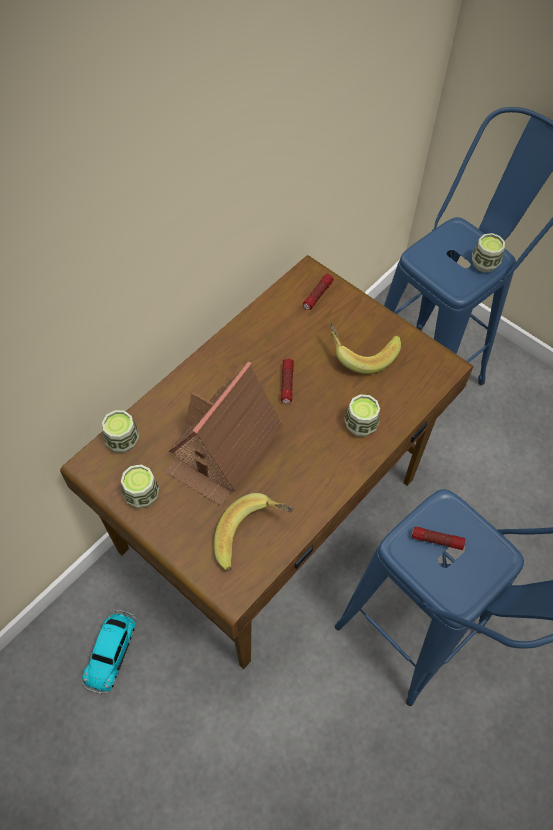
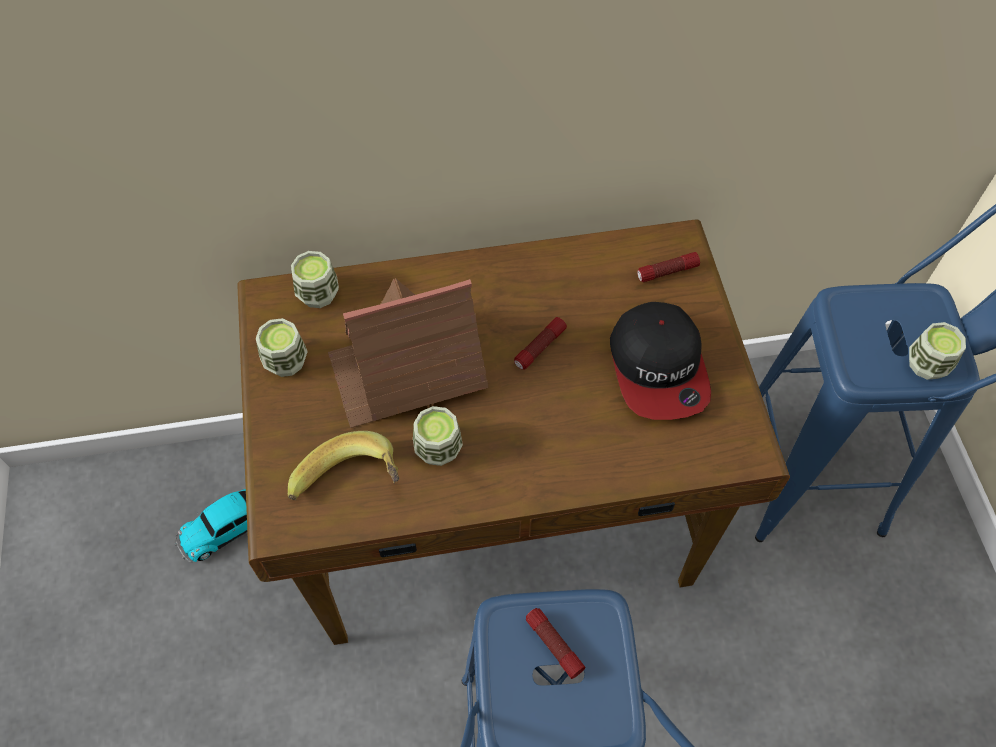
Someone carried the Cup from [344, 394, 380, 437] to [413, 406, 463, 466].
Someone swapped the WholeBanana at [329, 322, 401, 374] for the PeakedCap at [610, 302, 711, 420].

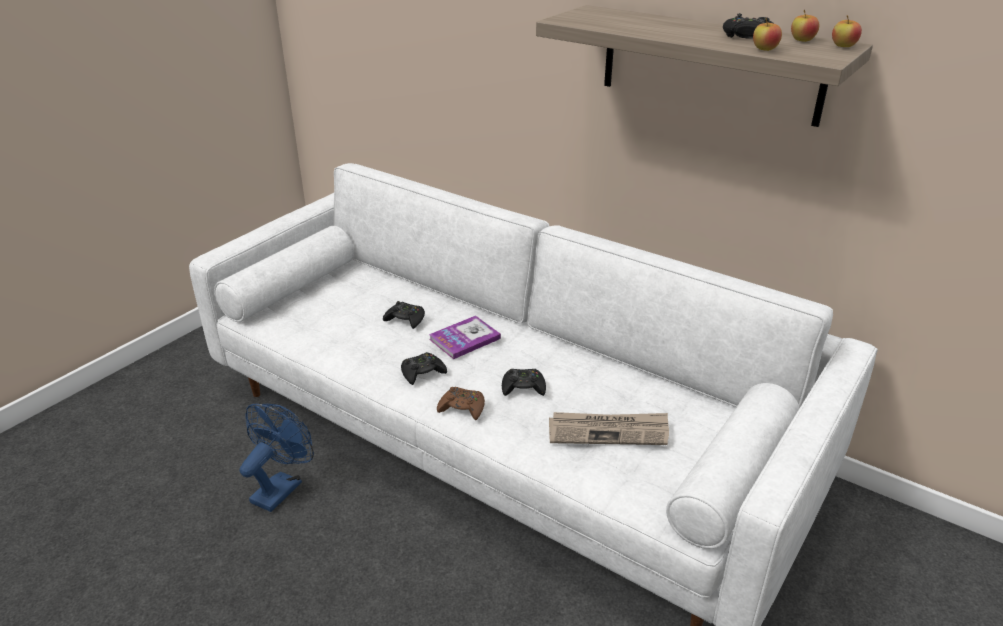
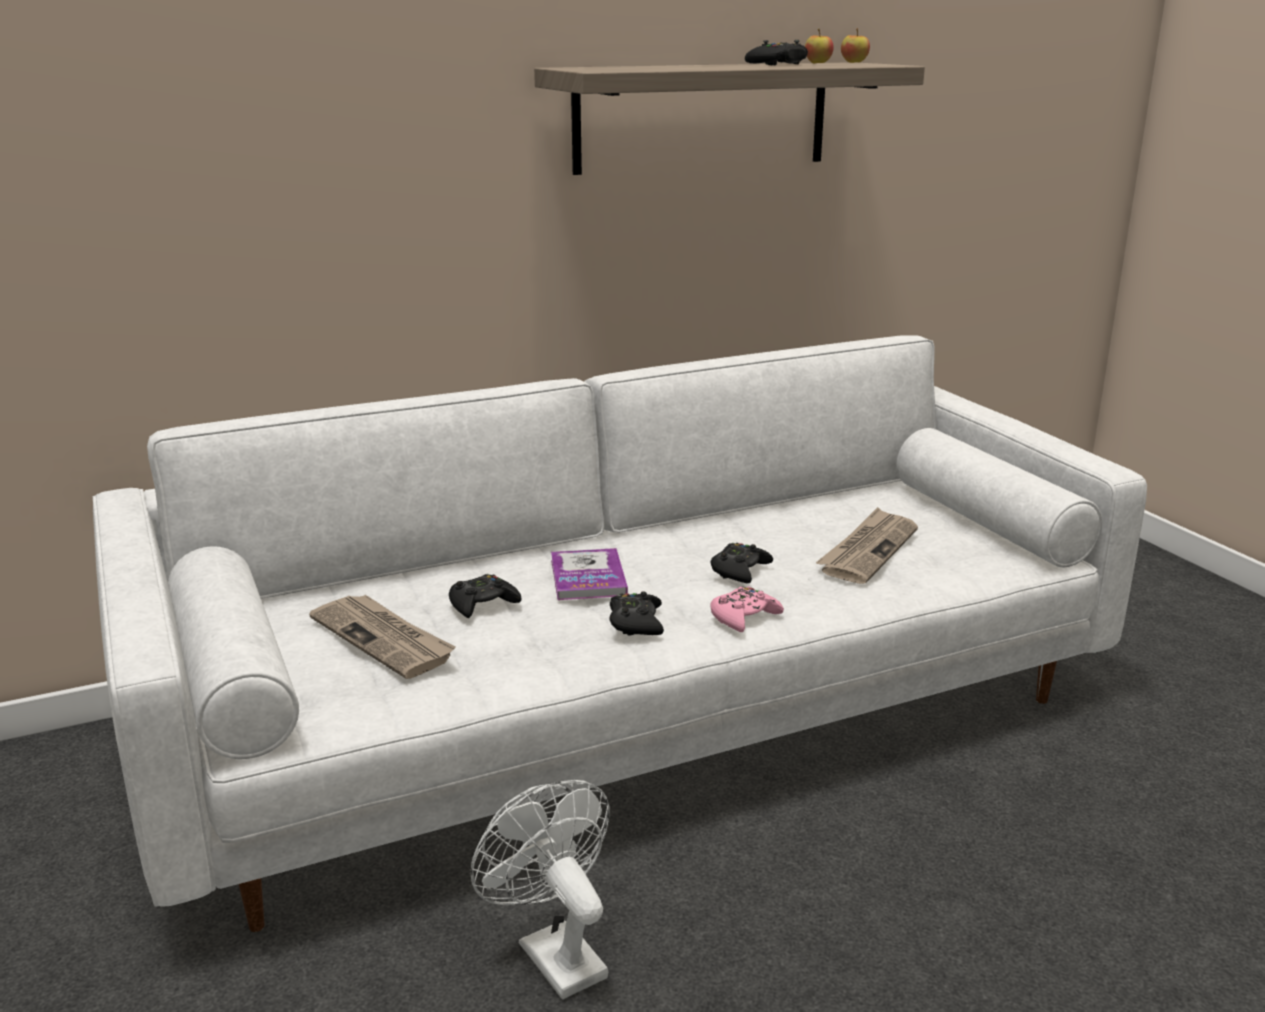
Someone took away the Apple at [753, 17, 782, 51].
Someone put down the PrintedPaper at [309, 595, 456, 679].
Someone repainted the BlueElectricFan at [240, 404, 314, 512], which became the WhitishElectricFan at [470, 780, 610, 999].
Someone repainted the BrownGamepad at [437, 387, 485, 420], which became the PinkishGamepad at [710, 586, 784, 632].

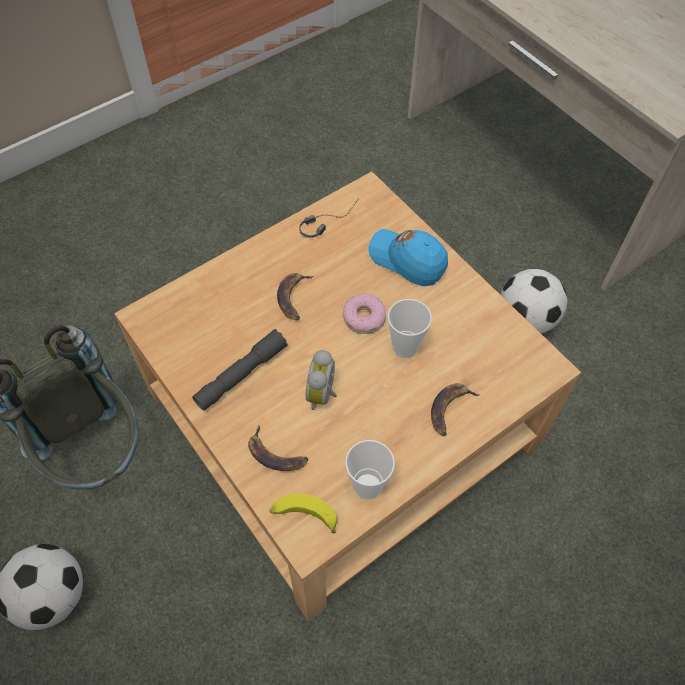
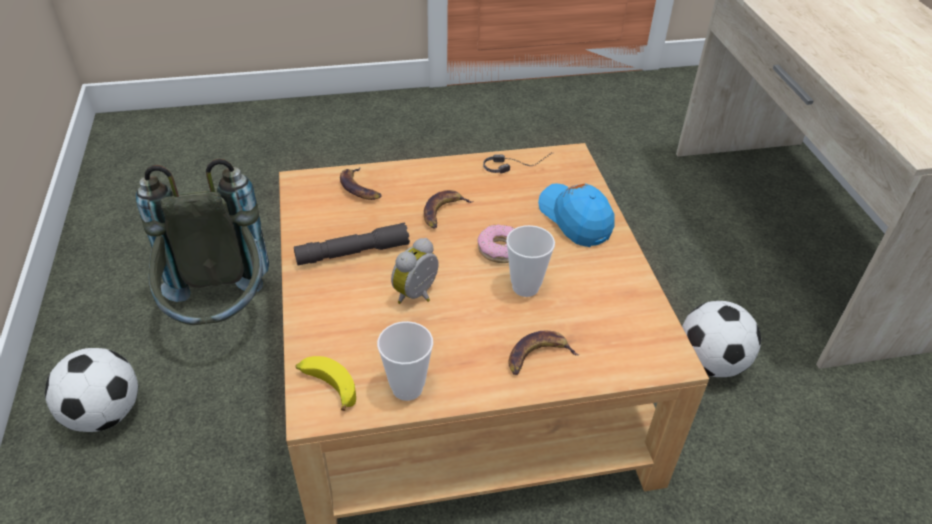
Someone carried the WholeBanana from [248, 425, 308, 471] to [340, 168, 382, 200].

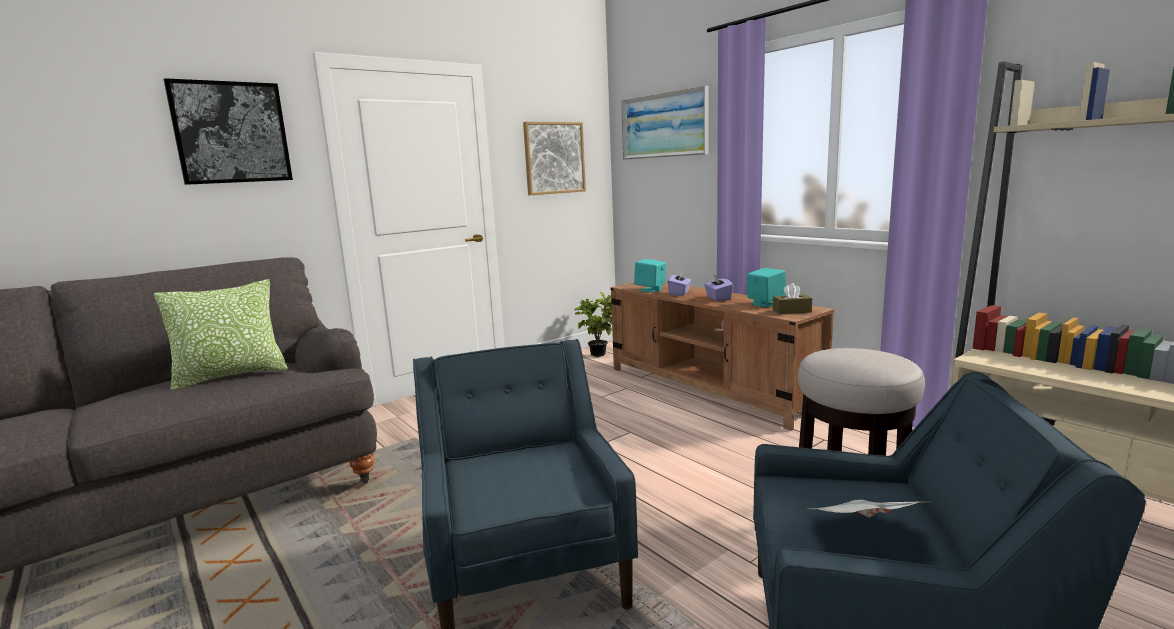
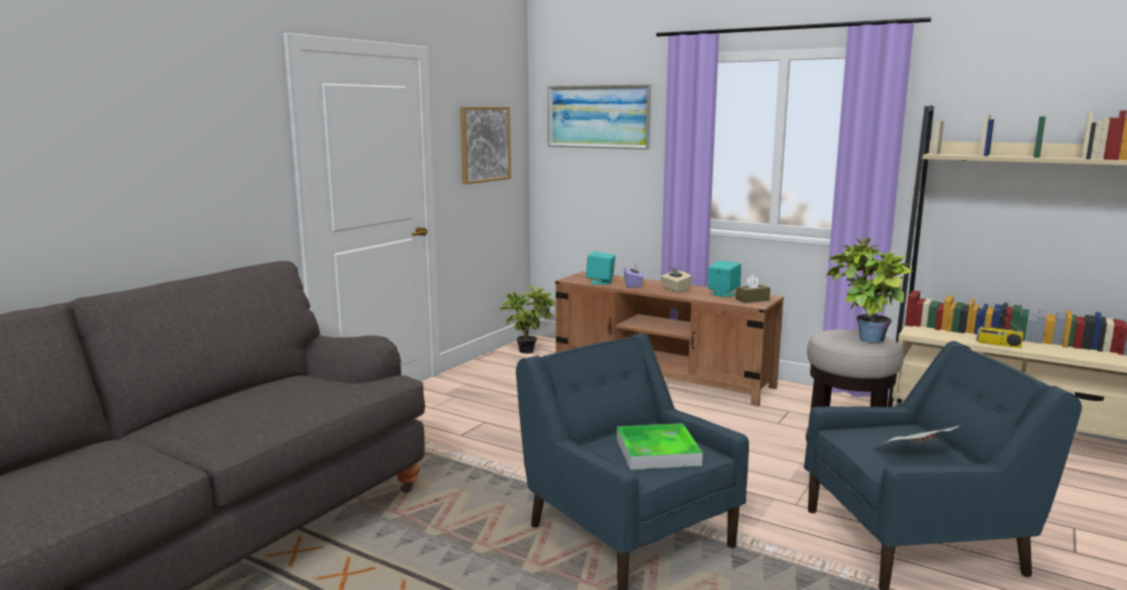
Someone took away the Pillow at [154, 279, 288, 390].
Someone took away the WallArt at [164, 78, 293, 185].
Someone put down the CarryingTray at [616, 423, 703, 470].
Someone put down the PottedPlant at [826, 238, 914, 343].
Someone put down the RadioSet at [976, 307, 1023, 348].
Someone repainted the PurpleColouredTissueBox at [704, 275, 733, 301], which became the SandColouredTissueBox at [660, 266, 692, 292].

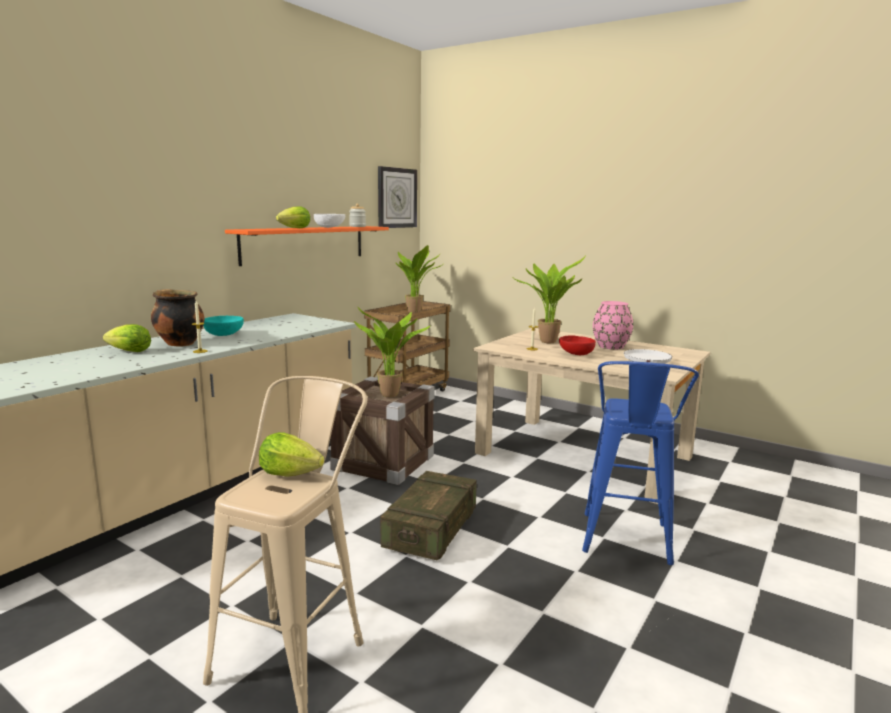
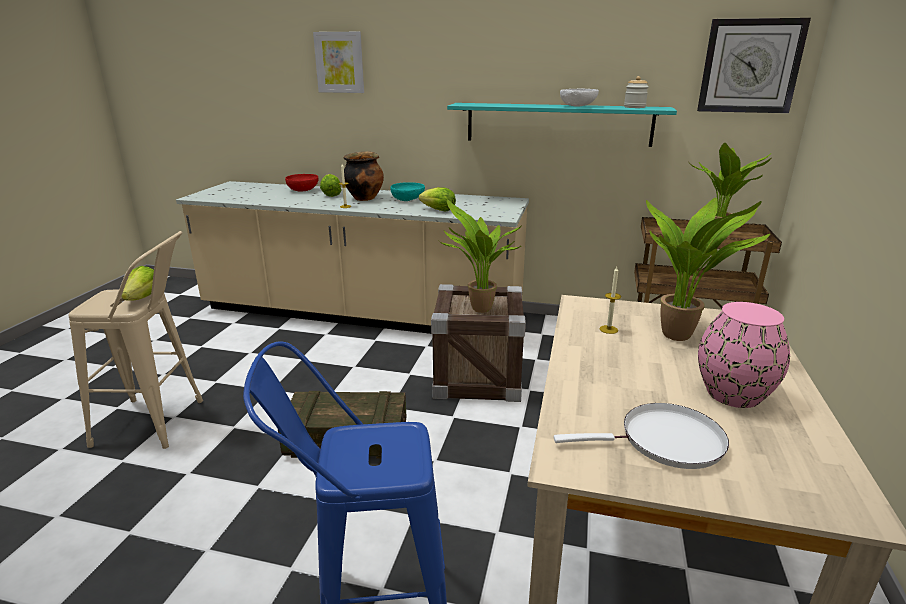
Someone put up the WallArt at [313, 32, 364, 93].
Someone carried the HeadOfLettuce from [276, 206, 310, 228] to [419, 187, 456, 211].
Someone carried the ReddishBowl from [559, 335, 596, 355] to [285, 174, 318, 192].
Someone repainted the OrangeShelf at [225, 226, 389, 266], which became the BlueGreenShelf at [447, 103, 677, 147].

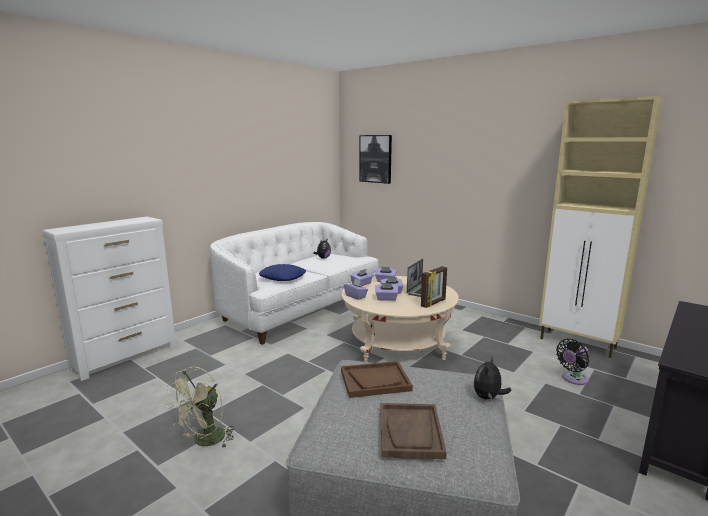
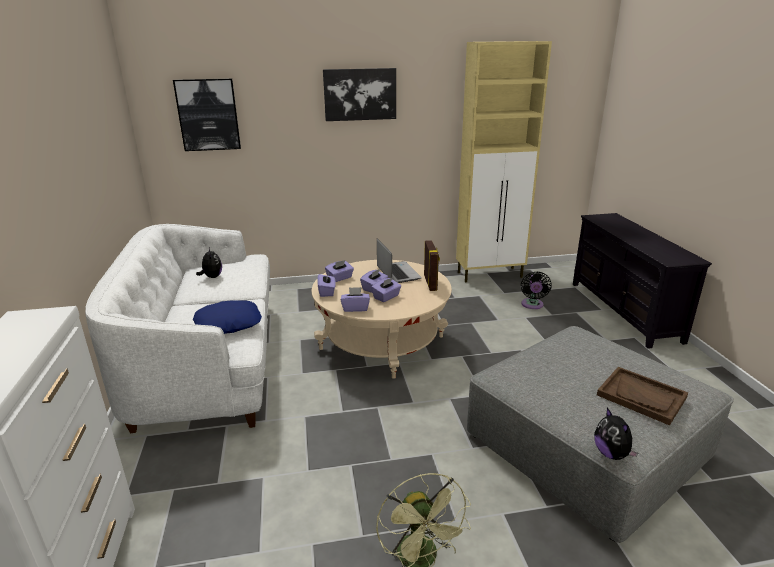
Someone took away the BrownCarryingTray at [341, 361, 413, 398].
Someone put up the WallArt at [323, 68, 396, 121].
Someone carried the SoftToy from [473, 356, 511, 400] to [594, 408, 638, 460].

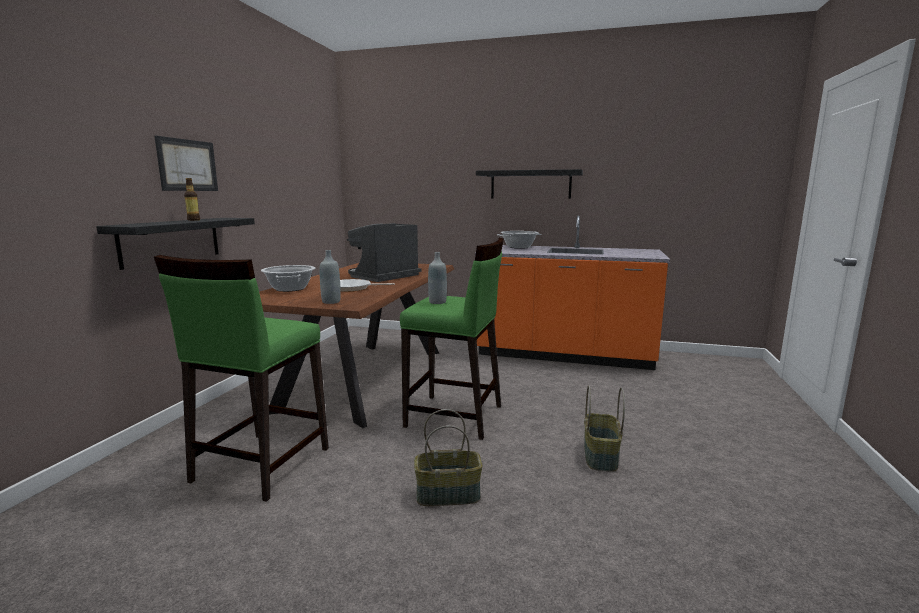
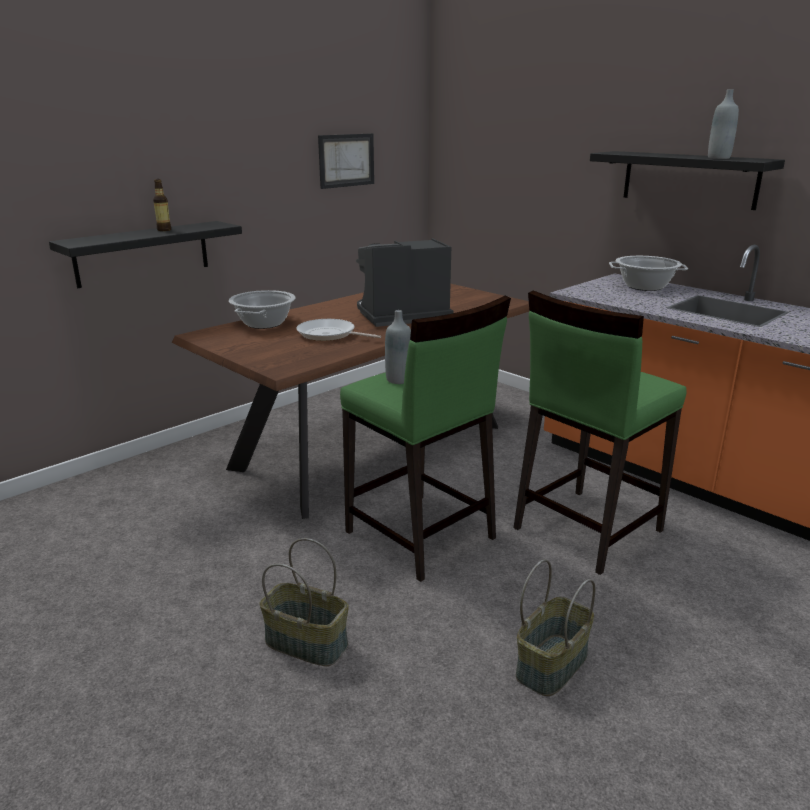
Someone carried the GreenishStool from [154, 255, 329, 502] to [514, 290, 686, 575].
Someone carried the WallArt from [155, 136, 218, 191] to [318, 133, 374, 189].
Someone carried the GreyBeverageBottle from [320, 250, 341, 304] to [708, 90, 739, 159].

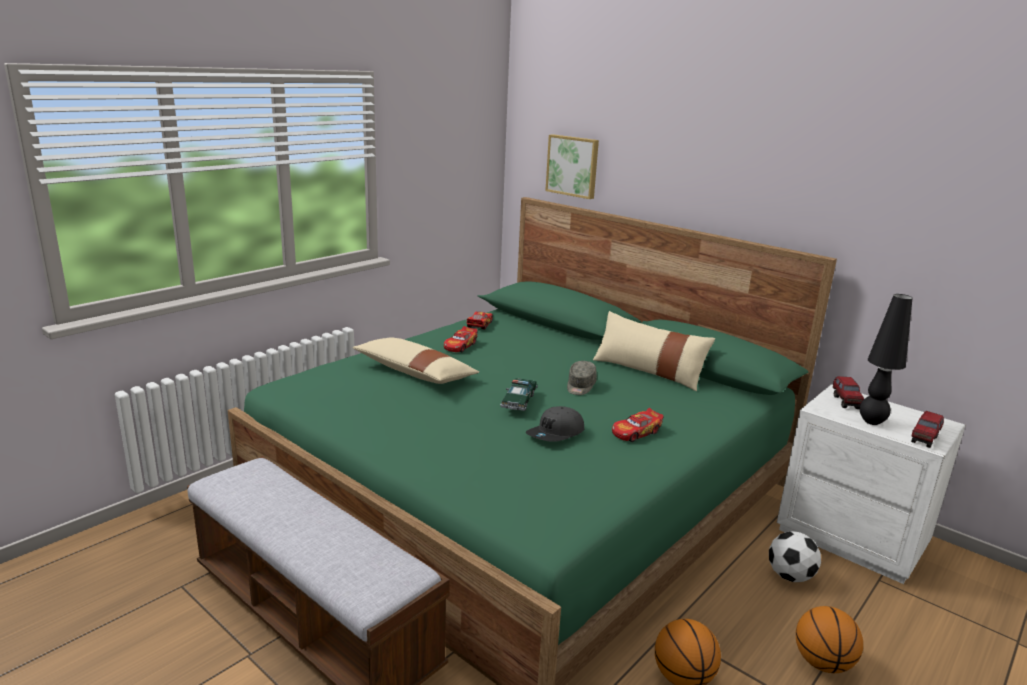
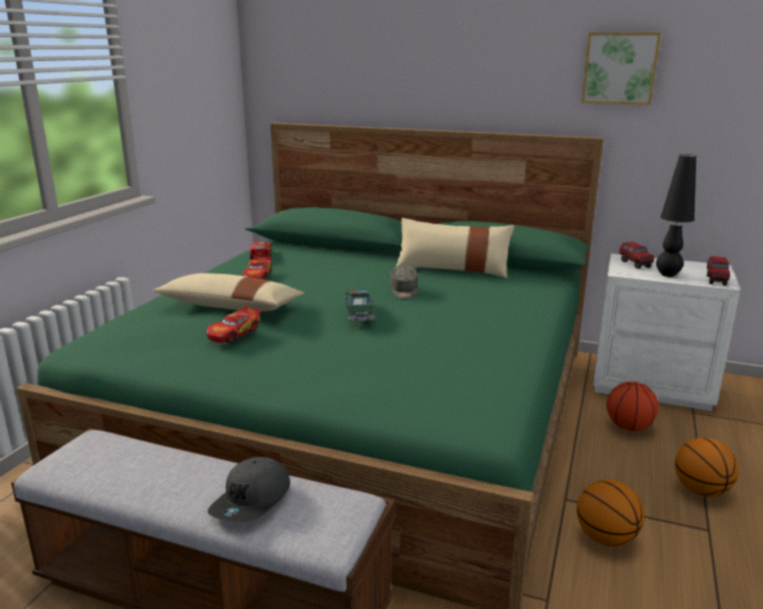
Someone carried the GreyPeakedCap from [526, 406, 584, 442] to [208, 457, 290, 522].
Someone carried the WallArt from [545, 134, 599, 199] to [581, 32, 661, 105].
Someone carried the ToyCar from [612, 408, 664, 442] to [206, 306, 261, 343].
Someone swapped the Football at [769, 531, 821, 582] for the Basketball at [607, 381, 659, 431].

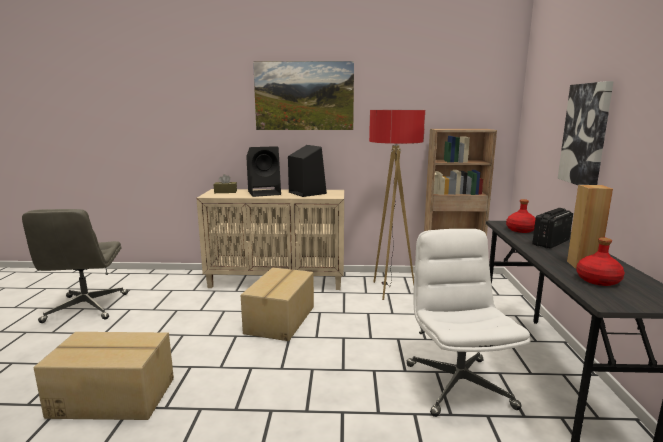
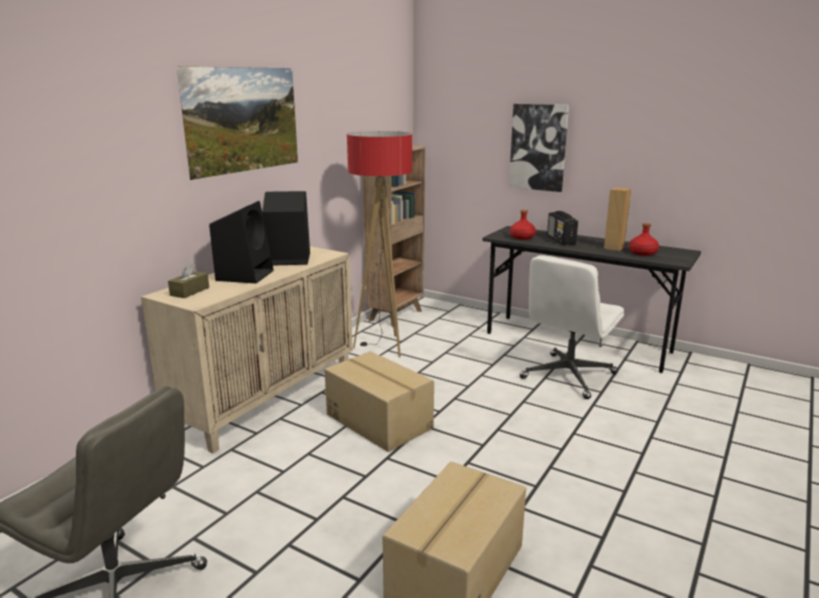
Someone rotated the WhitishOfficeChair at [407, 229, 531, 417] by 75 degrees counterclockwise.

